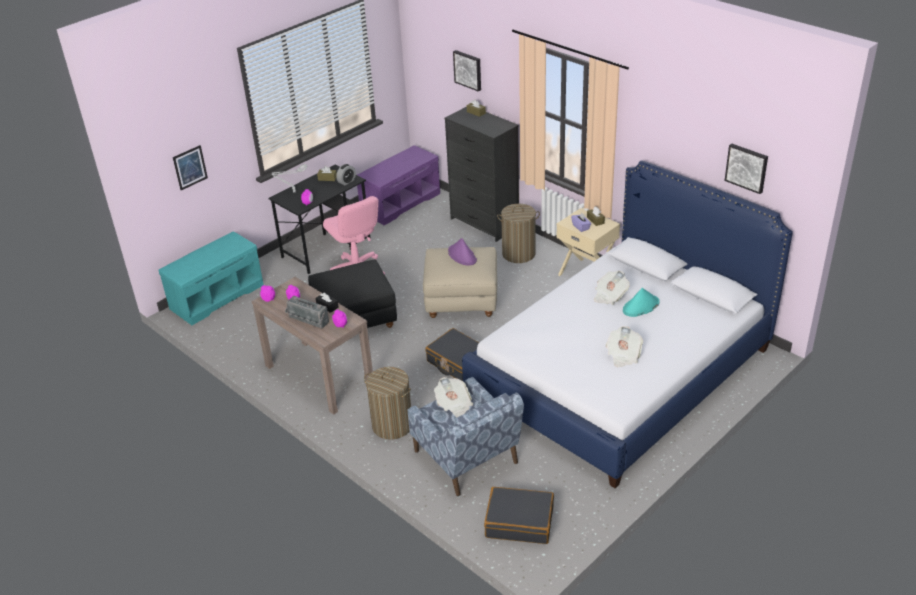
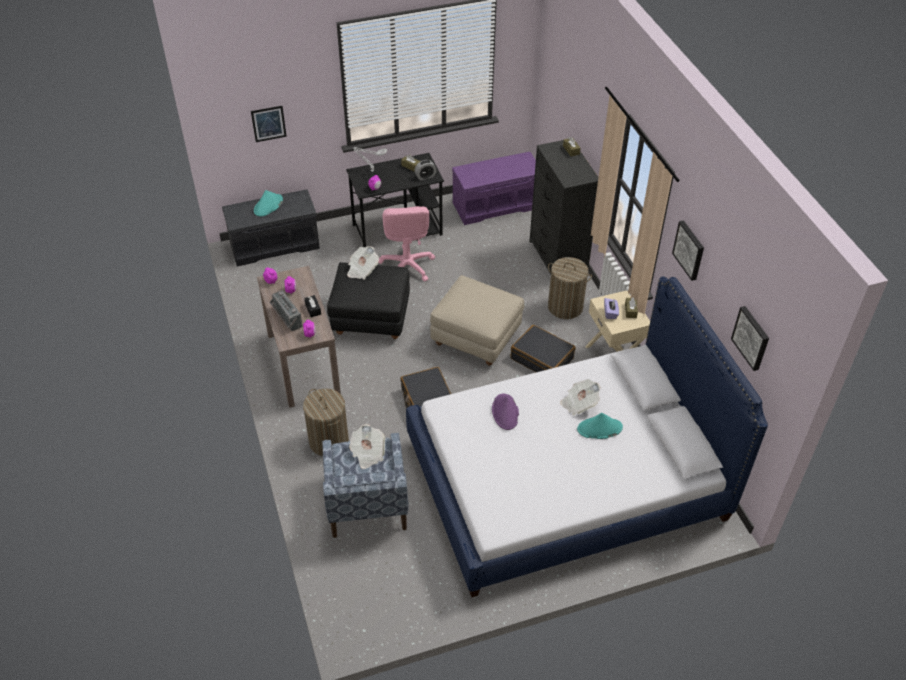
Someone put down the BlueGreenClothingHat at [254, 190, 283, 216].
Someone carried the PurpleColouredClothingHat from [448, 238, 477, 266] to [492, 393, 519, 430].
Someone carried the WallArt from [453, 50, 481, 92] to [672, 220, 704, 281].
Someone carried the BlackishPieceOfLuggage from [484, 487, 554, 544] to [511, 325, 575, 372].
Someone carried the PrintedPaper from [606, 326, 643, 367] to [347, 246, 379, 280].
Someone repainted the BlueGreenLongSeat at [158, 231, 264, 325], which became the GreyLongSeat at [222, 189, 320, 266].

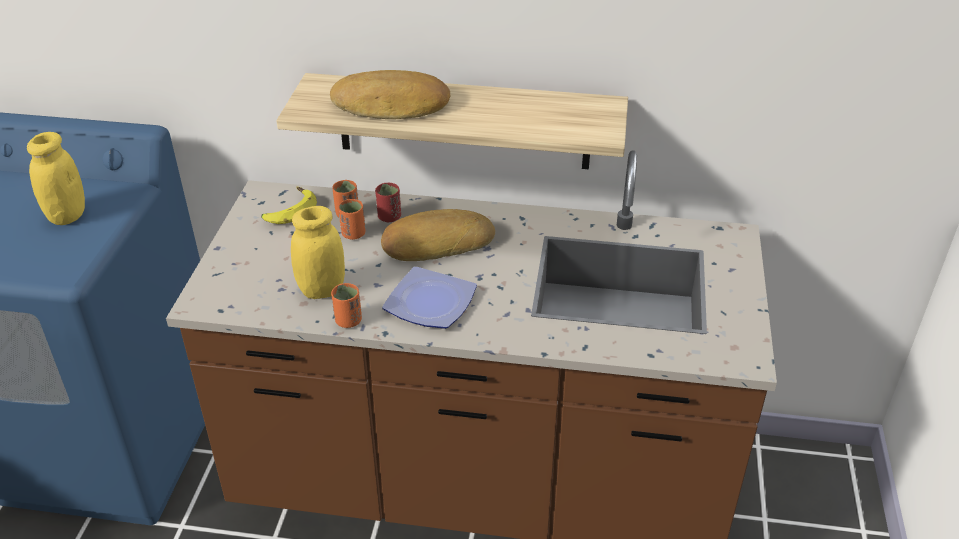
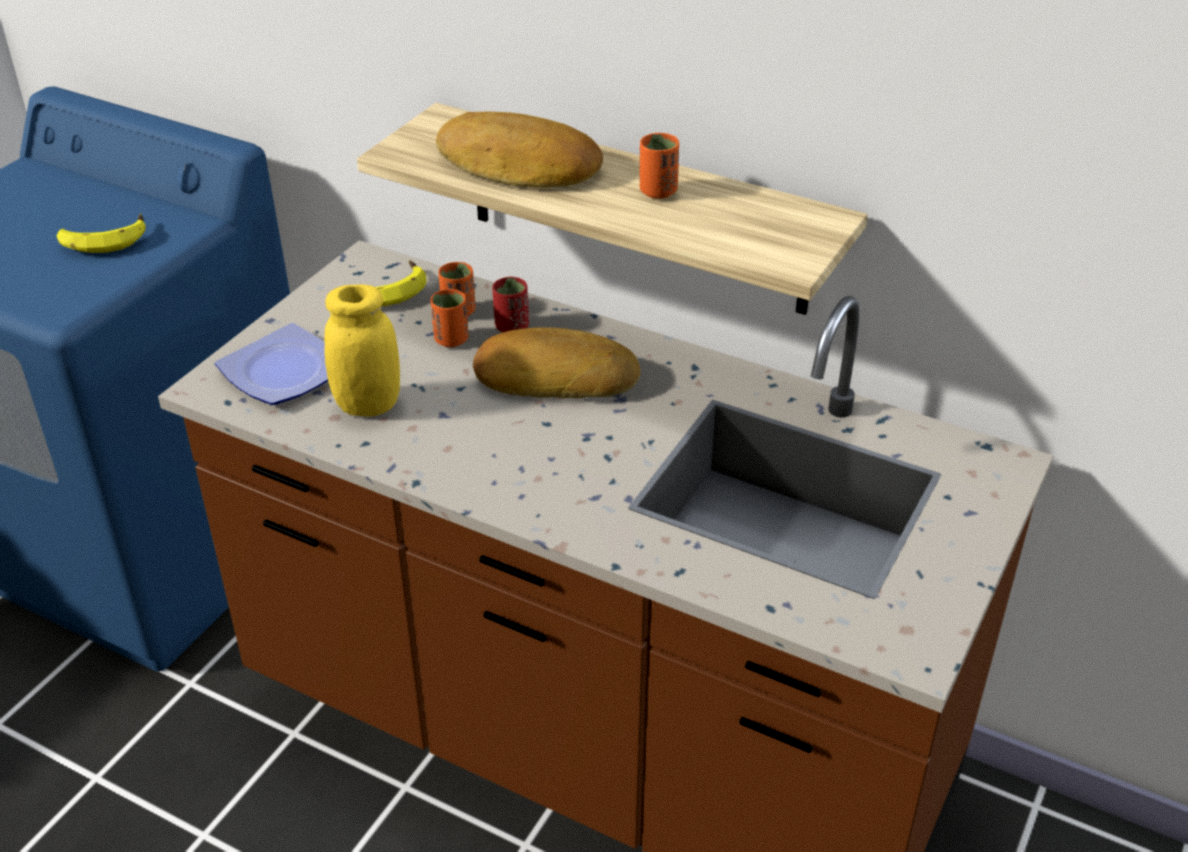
Someone carried the OrangeCup from [331, 283, 362, 328] to [639, 133, 679, 199].
Someone carried the Plate from [382, 266, 477, 329] to [215, 323, 328, 405].
Someone swapped the YellowColouredPreserveJar at [27, 132, 85, 225] for the WholeBanana at [57, 213, 146, 253].

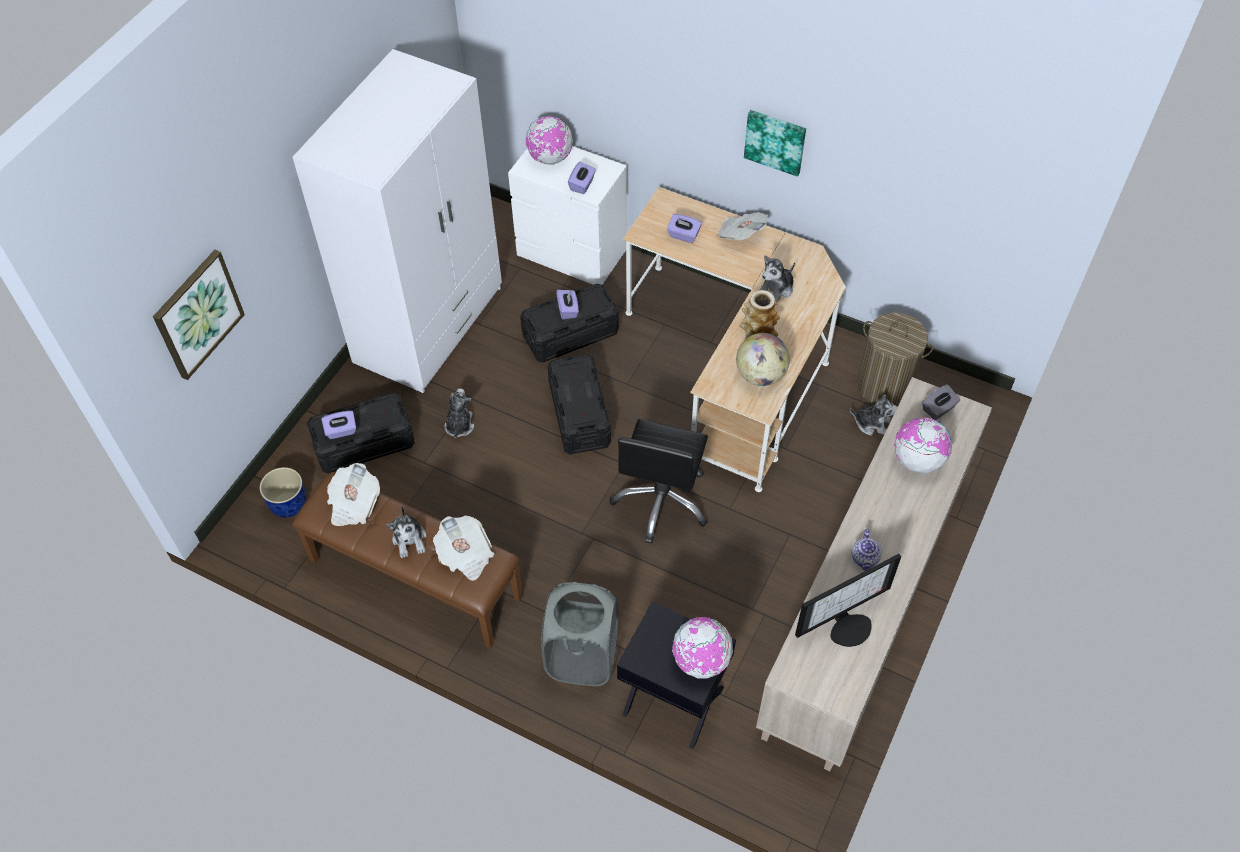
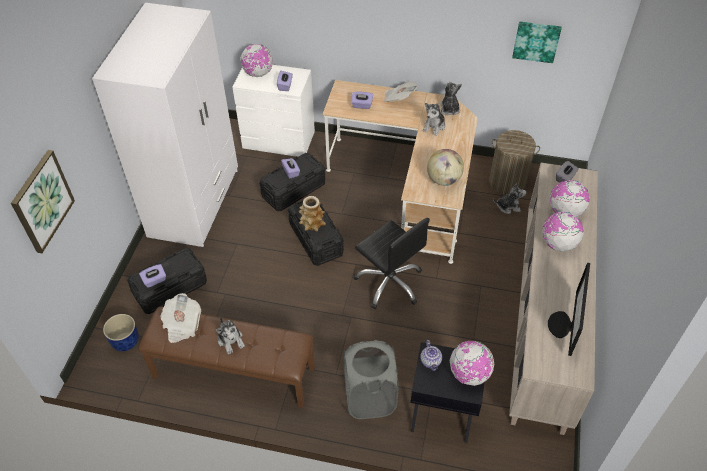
Someone took away the PrintedPaper at [433, 516, 494, 581].
Someone put down the WorldGlobe at [542, 212, 584, 252].
Someone carried the SoftToy from [445, 388, 474, 438] to [440, 82, 462, 116].
Someone carried the DecorativeVase from [739, 290, 780, 339] to [299, 196, 326, 231].
Someone carried the WallArt from [744, 110, 806, 177] to [512, 21, 562, 63].
Someone carried the Teapot from [852, 529, 882, 571] to [420, 340, 442, 371].
Someone rotated the BlackishOfficeChair at [610, 419, 708, 544] by 45 degrees counterclockwise.
Someone rotated the ComputerScreen at [795, 554, 901, 647] by 150 degrees clockwise.

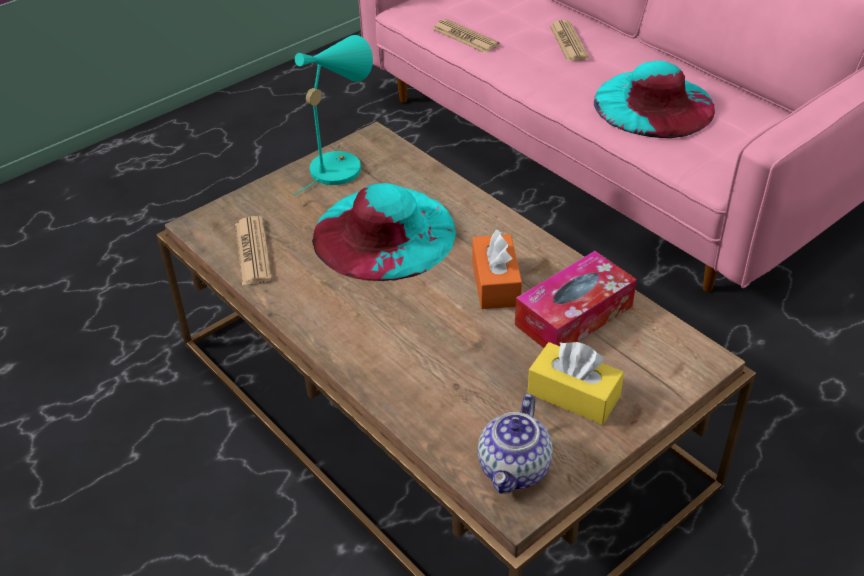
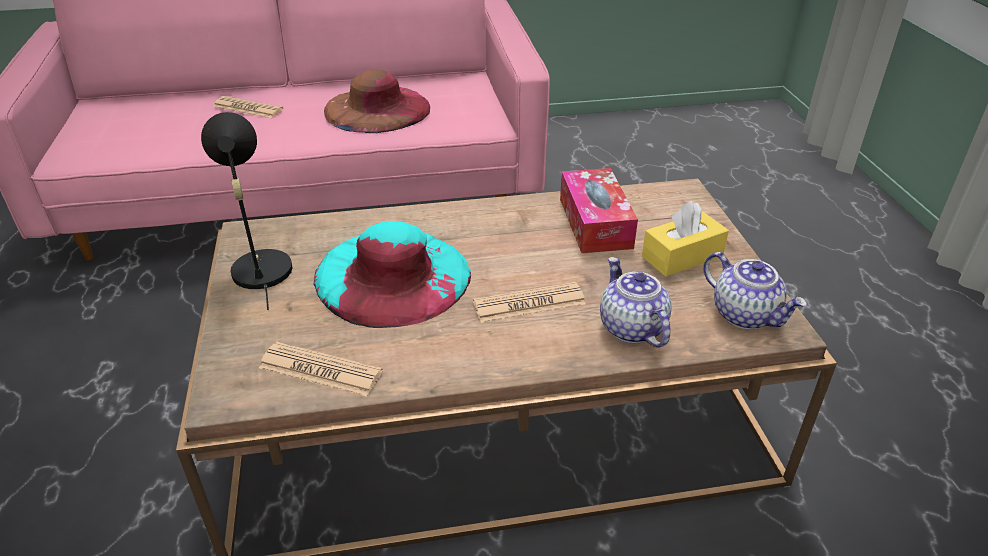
Someone took away the OrangeTissueBox at [472, 229, 522, 309].
Someone put down the Teapot at [600, 257, 672, 348].
Someone carried the PrintedPaper from [433, 19, 500, 53] to [473, 282, 586, 323].
Someone repainted the BlueGreenTabletopLamp at [293, 35, 373, 196], which became the BlackishTabletopLamp at [201, 112, 292, 310].
Someone repainted the BlueGreenClothingHat at [594, 61, 715, 138], which became the BrownClothingHat at [324, 70, 430, 133].

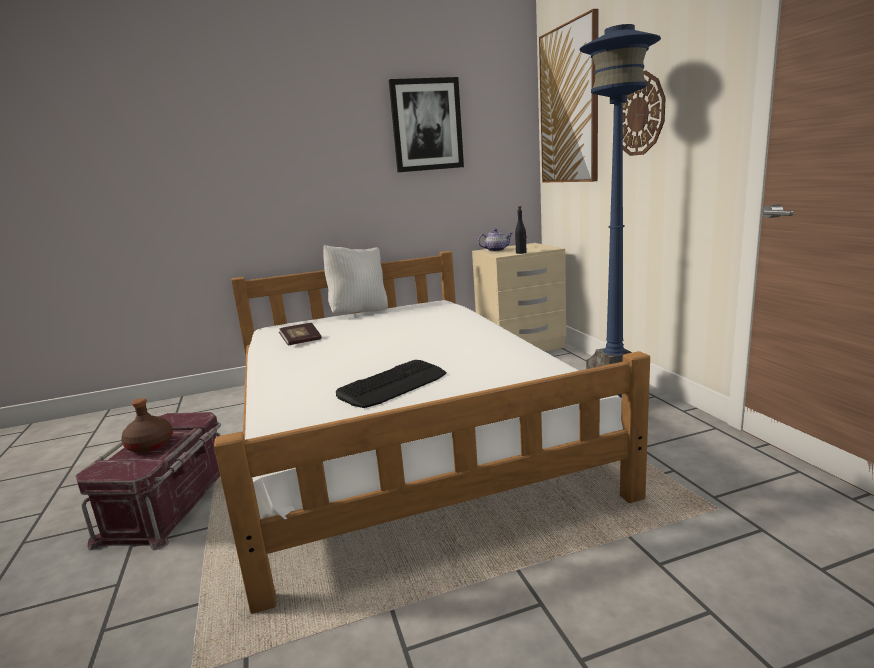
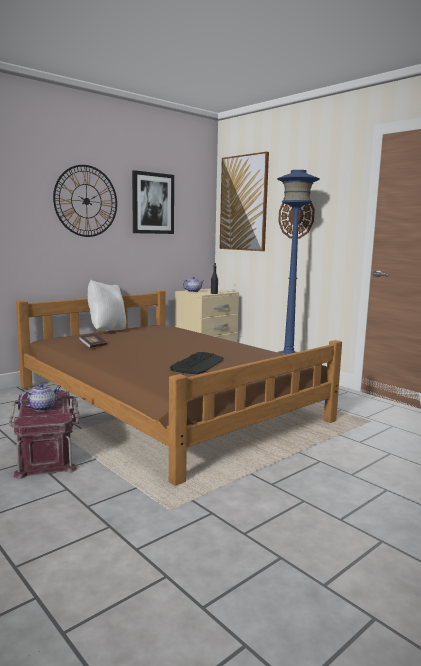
Someone put up the HangingClock at [53, 165, 117, 237].
Someone swapped the BrownBeverageBottle at [121, 398, 173, 453] for the Teapot at [20, 383, 61, 411].
Someone repainted the WhitishBedroomBed at [214, 251, 650, 614], which became the BrownBedroomBed at [16, 290, 342, 486].

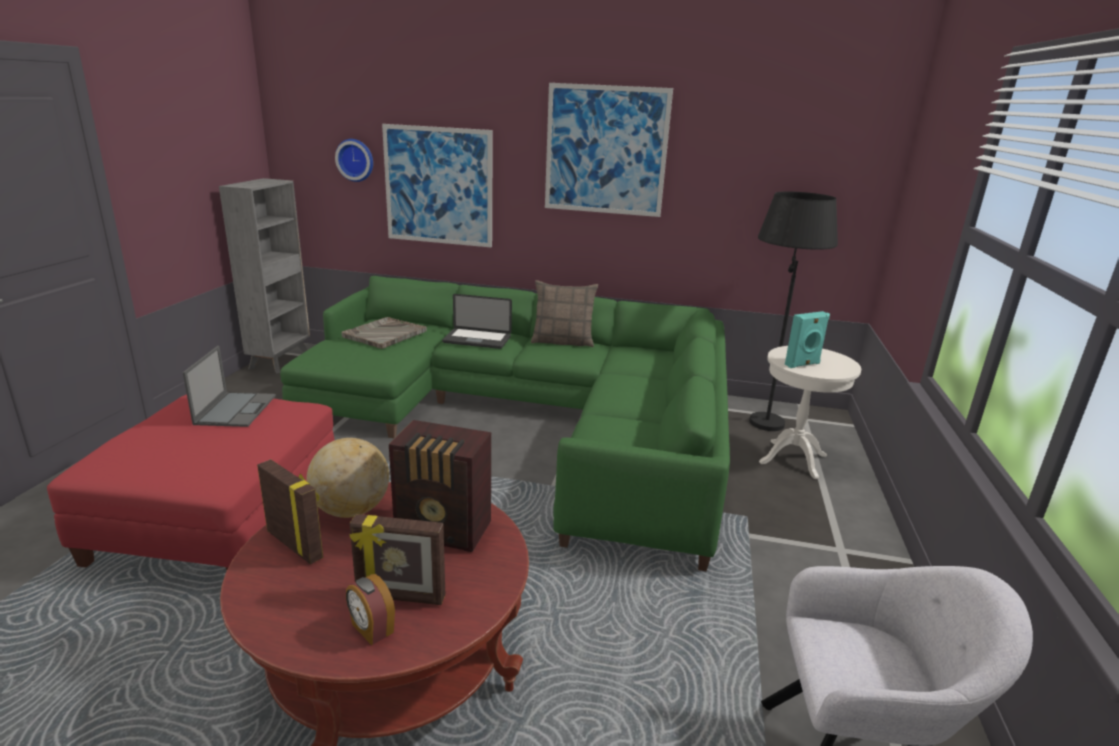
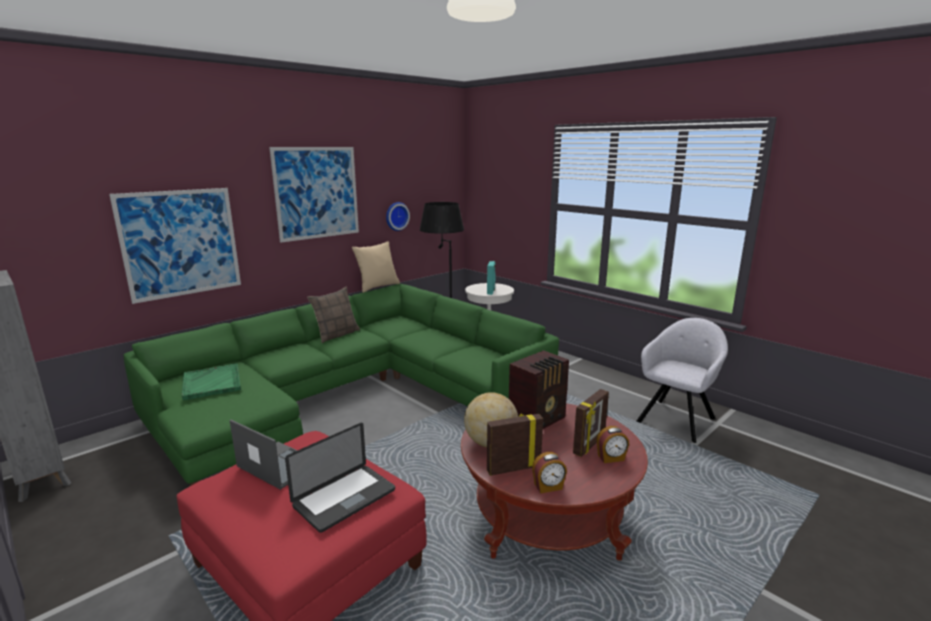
Someone put down the SandColouredPillow at [352, 241, 400, 293].
Someone put down the AlarmClock at [532, 452, 567, 493].
Someone carried the HangingClock from [335, 139, 373, 182] to [386, 202, 410, 231].
Someone carried the NotebookComputer from [442, 294, 512, 349] to [285, 423, 395, 533].
Someone repainted the GreyCarryingTray at [341, 317, 427, 349], which became the GreenishCarryingTray at [182, 363, 241, 400].

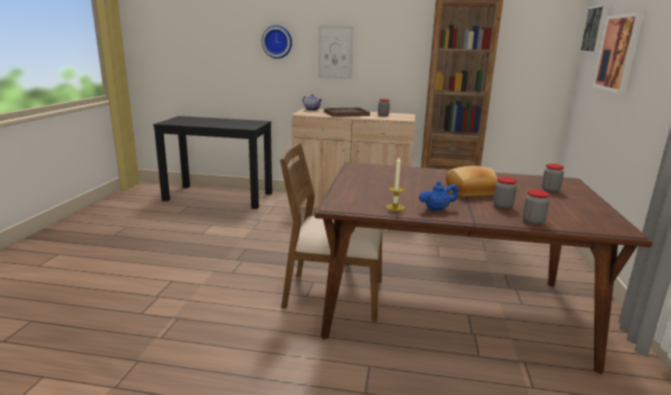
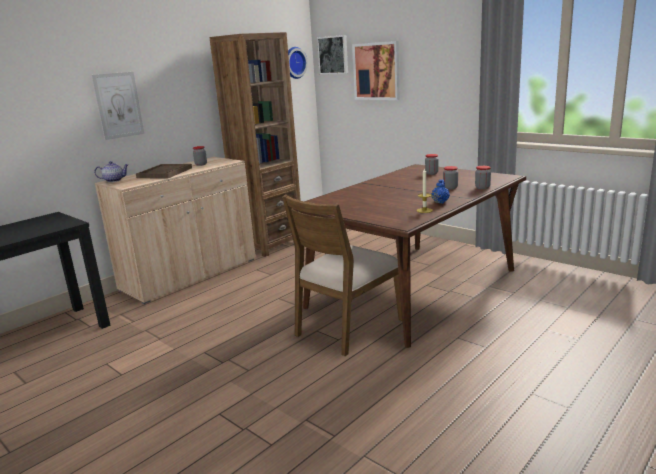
Someone took away the Bread at [446, 166, 498, 197].
Someone carried the HangingClock from [262, 25, 292, 59] to [288, 47, 308, 79].

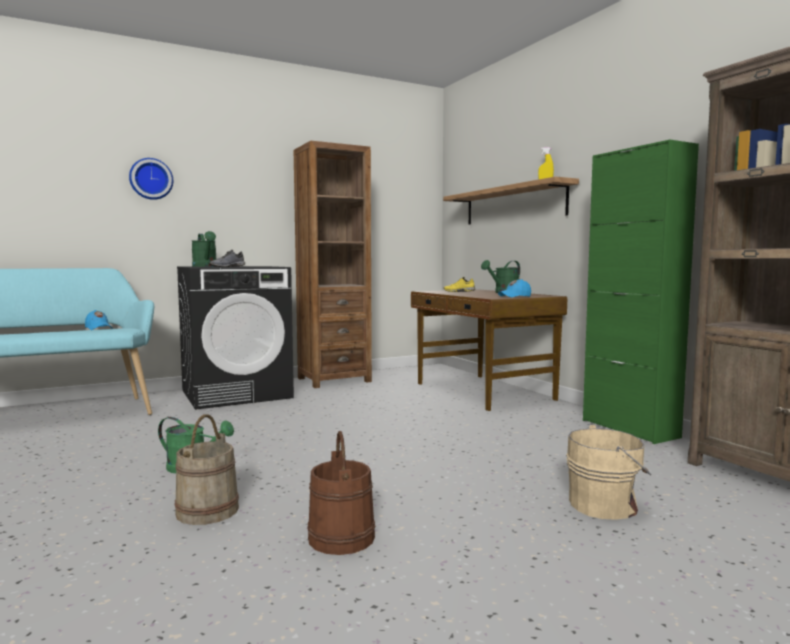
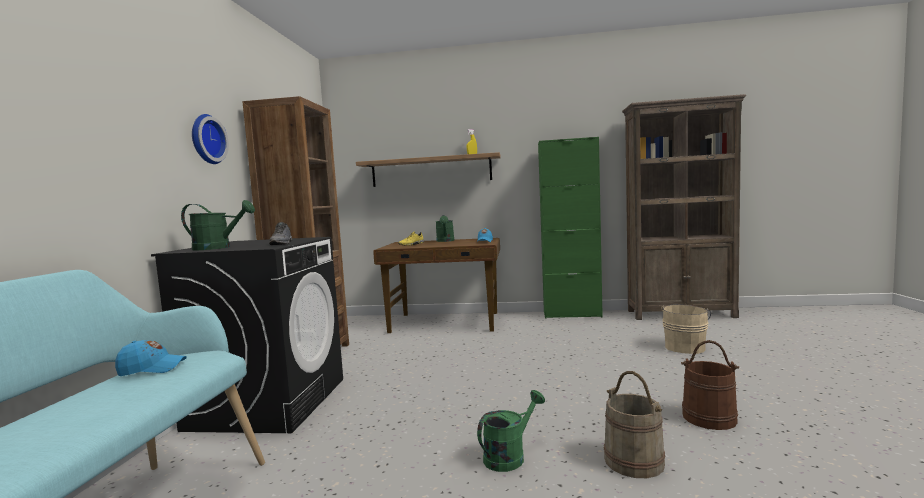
Someone carried the HangingClock from [129, 158, 173, 200] to [192, 114, 229, 164].

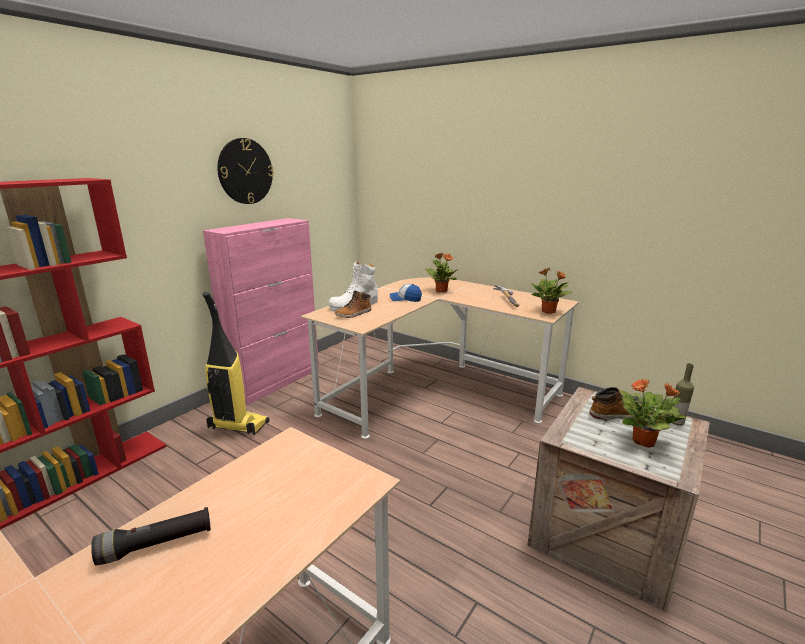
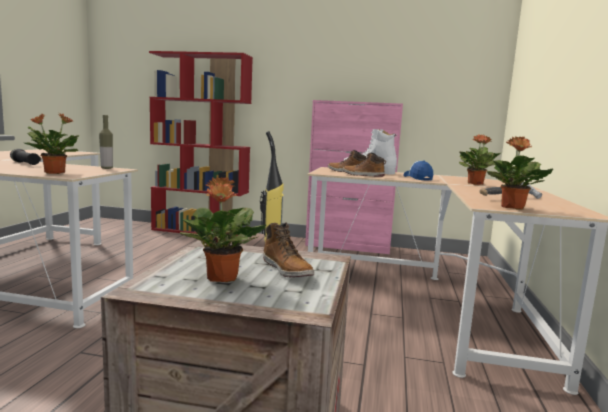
Someone took away the HangingClock at [217, 138, 274, 204].
Someone put down the PottedPlant at [24, 113, 80, 174].
Someone put down the HighTopBoot at [343, 152, 386, 177].
Someone carried the BeverageBottle from [672, 363, 694, 426] to [99, 115, 113, 169].

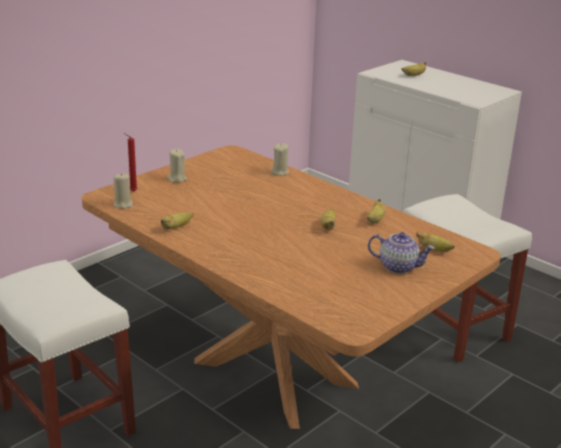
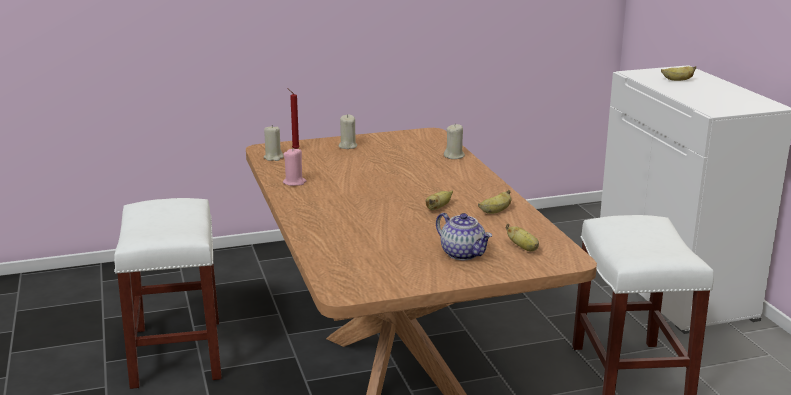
Someone swapped the WholeBanana at [161, 212, 194, 229] for the PinkishWaxCandle at [283, 149, 307, 186].

